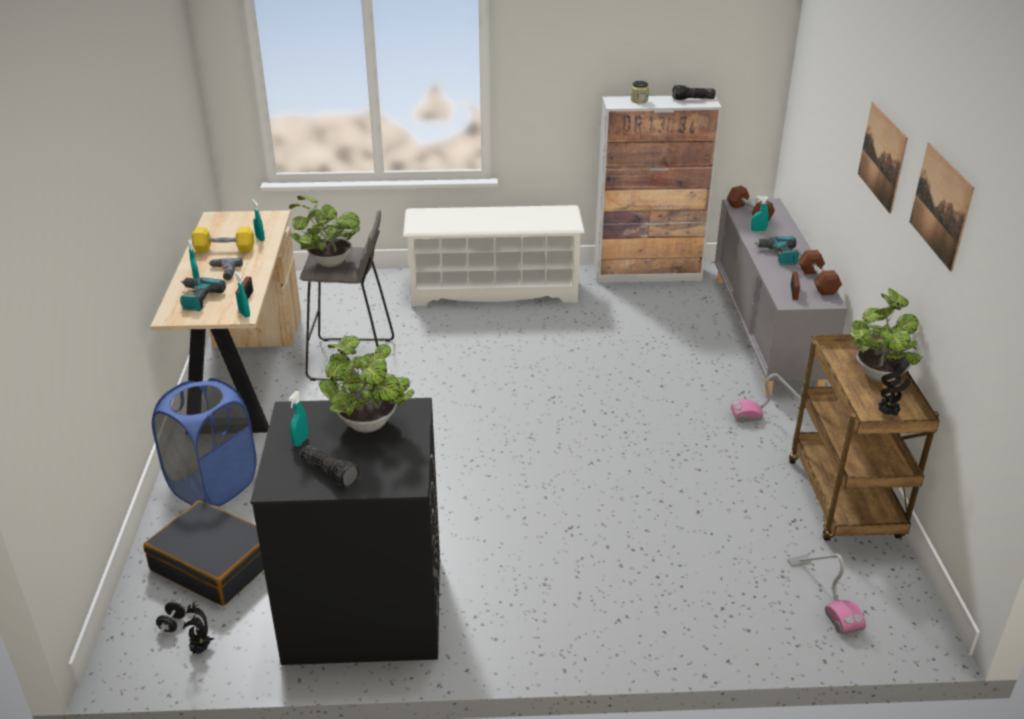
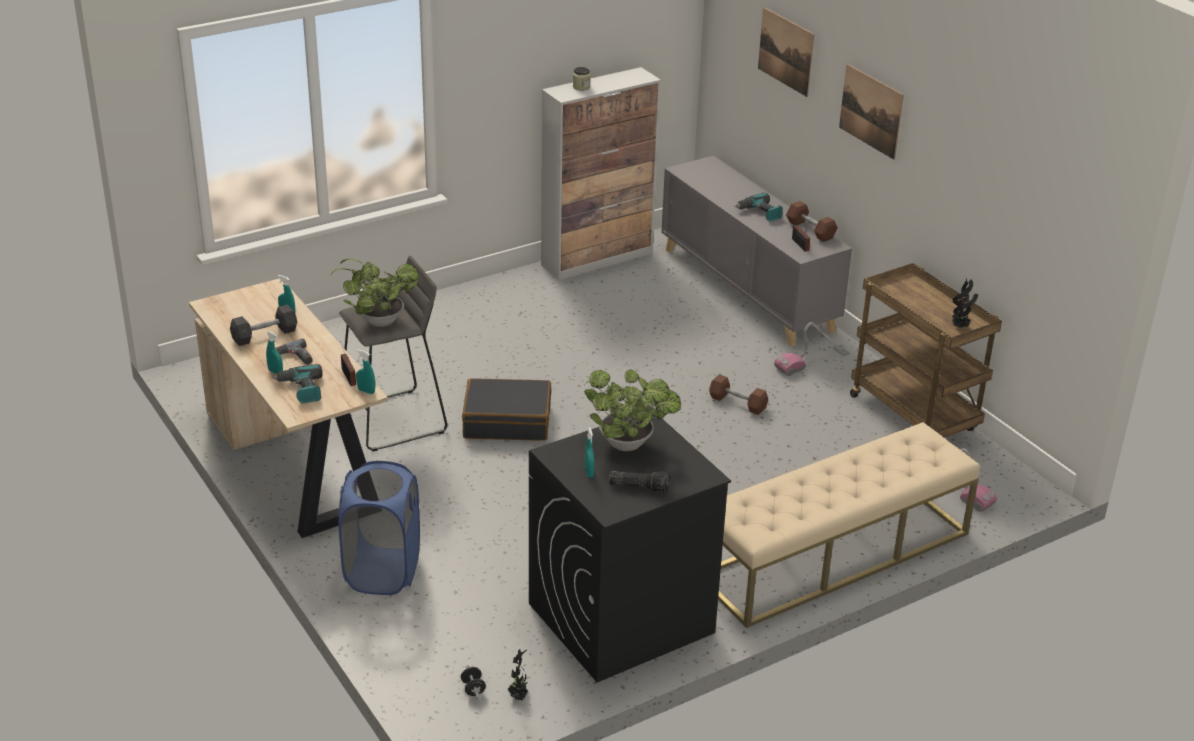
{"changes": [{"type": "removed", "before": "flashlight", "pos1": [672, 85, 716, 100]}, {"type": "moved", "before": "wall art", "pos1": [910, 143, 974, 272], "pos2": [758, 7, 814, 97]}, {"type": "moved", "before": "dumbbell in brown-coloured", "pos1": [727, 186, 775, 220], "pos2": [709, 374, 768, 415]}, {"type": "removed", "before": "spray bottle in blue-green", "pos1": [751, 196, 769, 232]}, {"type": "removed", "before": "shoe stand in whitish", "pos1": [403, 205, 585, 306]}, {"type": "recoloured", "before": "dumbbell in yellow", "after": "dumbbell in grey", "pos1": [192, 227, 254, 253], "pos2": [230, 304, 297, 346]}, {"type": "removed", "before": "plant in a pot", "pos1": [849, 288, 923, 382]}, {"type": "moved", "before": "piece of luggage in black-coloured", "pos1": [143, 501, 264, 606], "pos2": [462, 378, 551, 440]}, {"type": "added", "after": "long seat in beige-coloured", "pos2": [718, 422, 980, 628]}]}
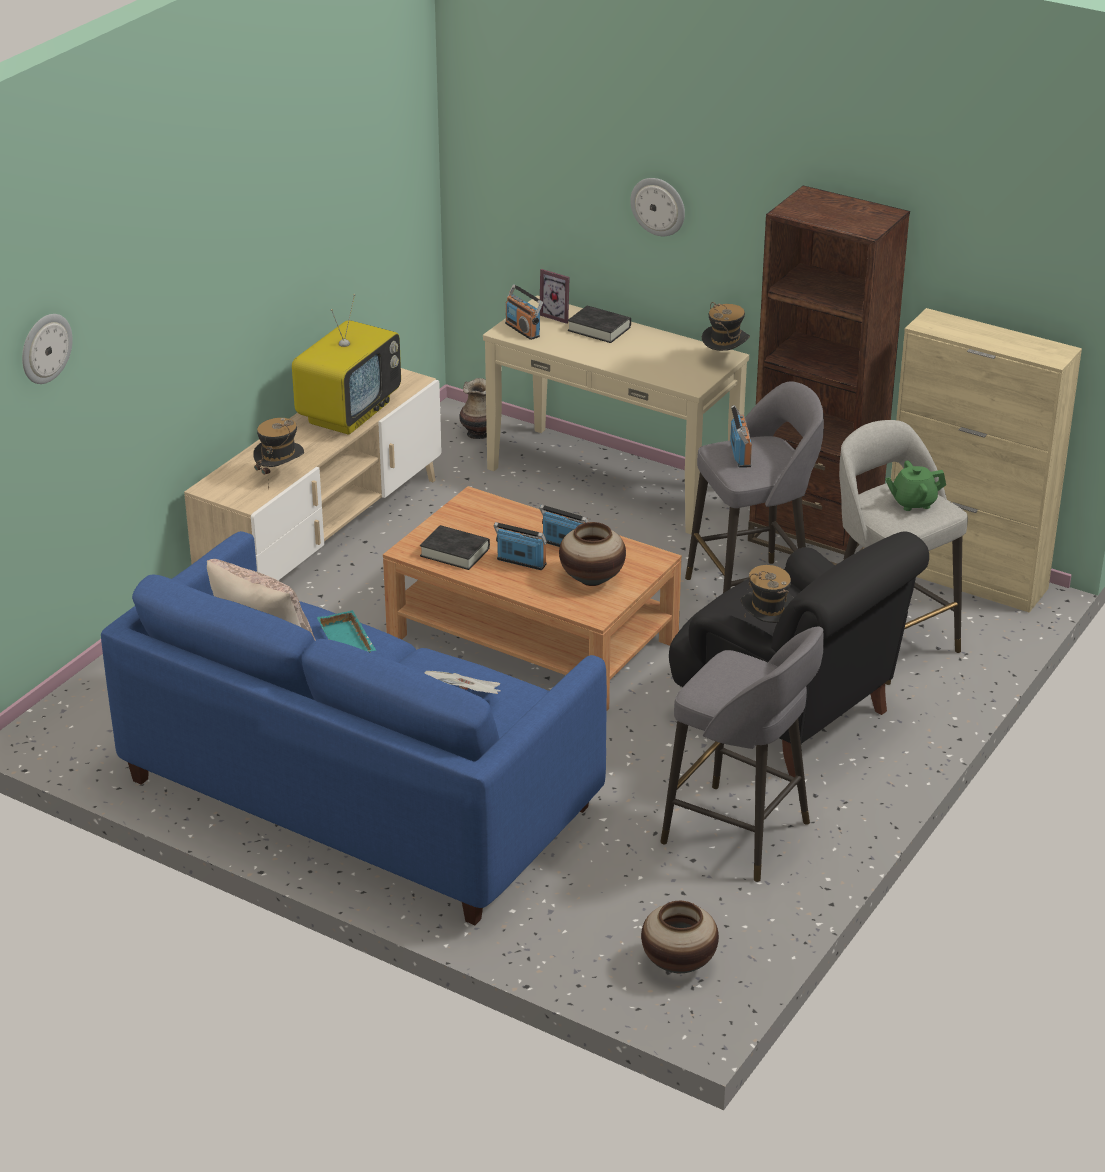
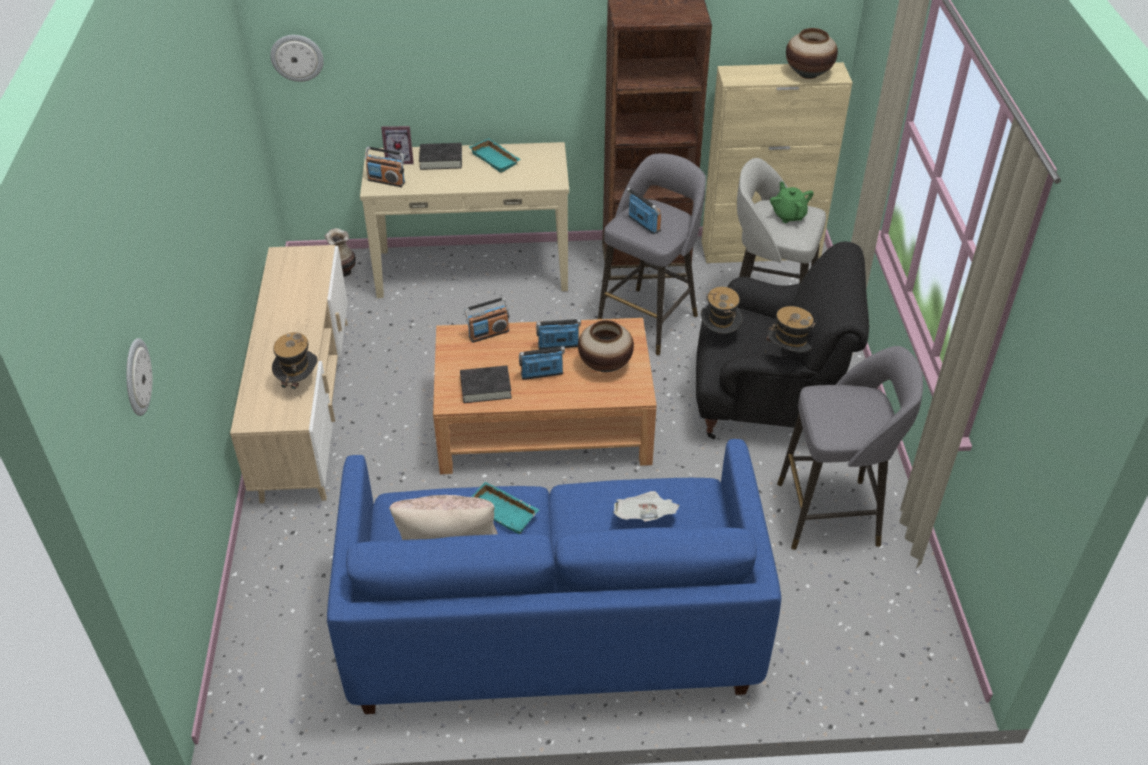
{"changes": [{"type": "moved", "before": "hanging clock", "pos1": [630, 178, 685, 236], "pos2": [270, 35, 324, 82]}, {"type": "removed", "before": "TV set", "pos1": [292, 294, 401, 434]}, {"type": "moved", "before": "hat", "pos1": [702, 302, 750, 351], "pos2": [701, 287, 743, 334]}, {"type": "turned", "before": "pot for tea in green", "pos1": [885, 460, 946, 511], "pos2": [770, 181, 814, 223], "turn": 120}, {"type": "moved", "before": "decorative vase", "pos1": [641, 901, 719, 973], "pos2": [786, 28, 838, 79]}, {"type": "added", "after": "serving tray in blue-green", "pos2": [469, 138, 521, 173]}, {"type": "added", "after": "radio", "pos2": [464, 297, 509, 343]}]}
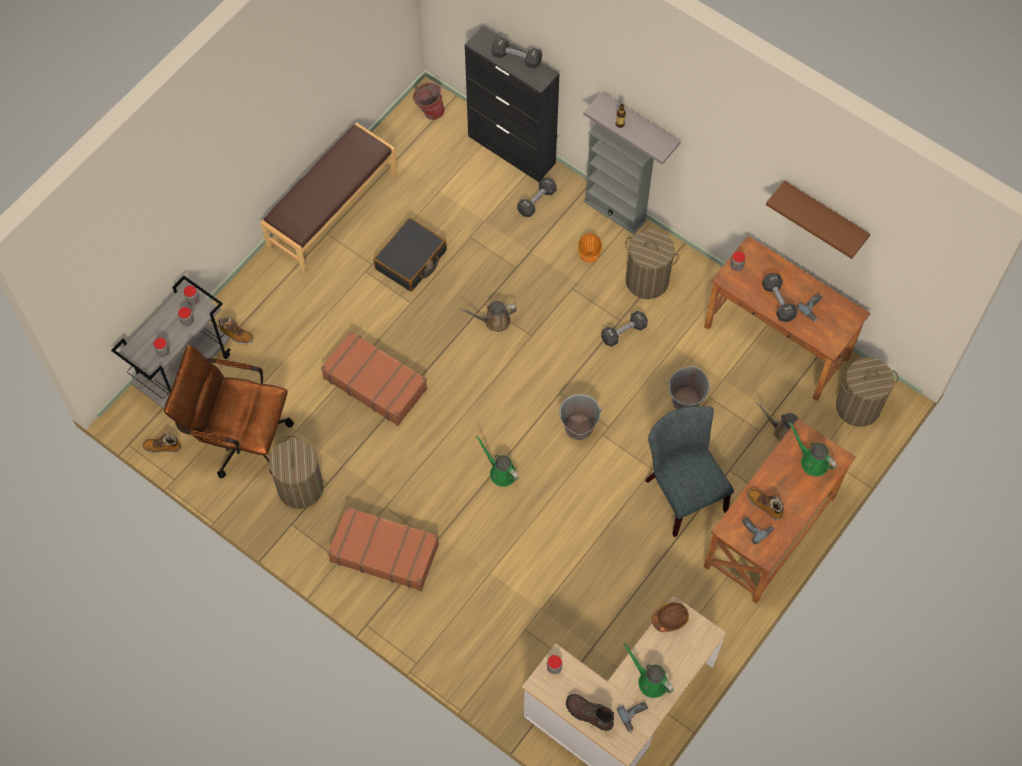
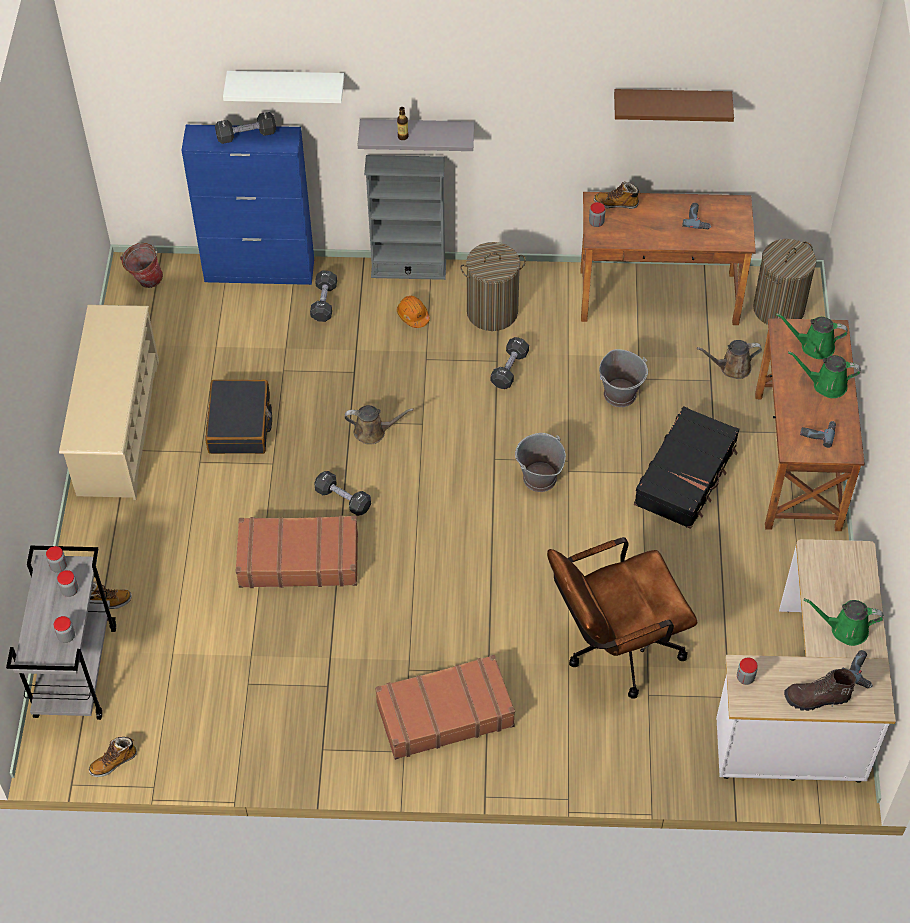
{"changes": [{"type": "recoloured", "before": "storage cabinet in black-coloured", "after": "storage cabinet in blue-coloured", "pos1": [465, 25, 560, 182], "pos2": [181, 125, 314, 285]}, {"type": "replaced", "before": "long seat in brown-coloured", "after": "shoe stand in beige-coloured", "pos1": [260, 123, 398, 276], "pos2": [59, 305, 159, 500]}, {"type": "moved", "before": "dumbbell in black-coloured", "pos1": [762, 273, 798, 322], "pos2": [314, 471, 371, 516]}, {"type": "turned", "before": "watering pot in brown-coloured", "pos1": [460, 301, 517, 332], "pos2": [344, 405, 413, 445], "turn": -135}, {"type": "moved", "before": "desk chair in brown-coloured", "pos1": [164, 345, 294, 478], "pos2": [547, 537, 697, 699]}, {"type": "replaced", "before": "chair in grey", "after": "piece of luggage in black-coloured", "pos1": [645, 406, 734, 537], "pos2": [634, 406, 739, 529]}, {"type": "removed", "before": "washing basket", "pos1": [269, 435, 324, 509]}, {"type": "moved", "before": "watering pot in green", "pos1": [476, 436, 519, 487], "pos2": [788, 351, 861, 398]}, {"type": "moved", "before": "boot", "pos1": [747, 489, 784, 520], "pos2": [594, 182, 640, 209]}, {"type": "removed", "before": "work helmet in brown-coloured", "pos1": [652, 602, 689, 632]}, {"type": "added", "after": "wall shelf in whitish", "pos2": [223, 71, 344, 103]}]}
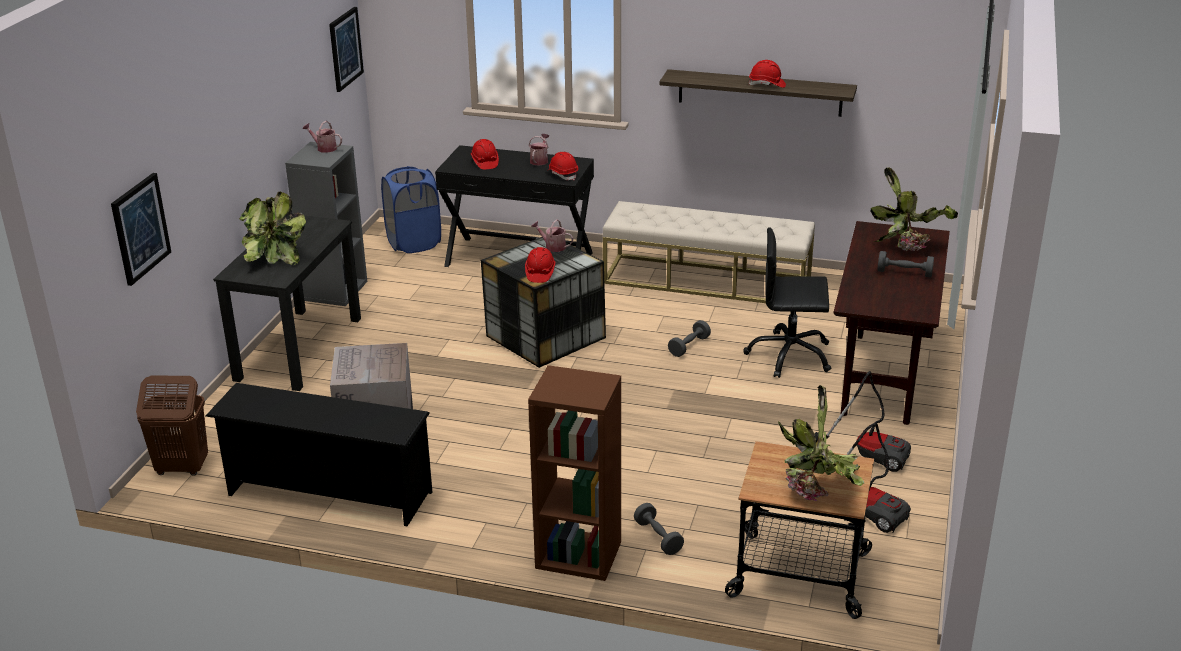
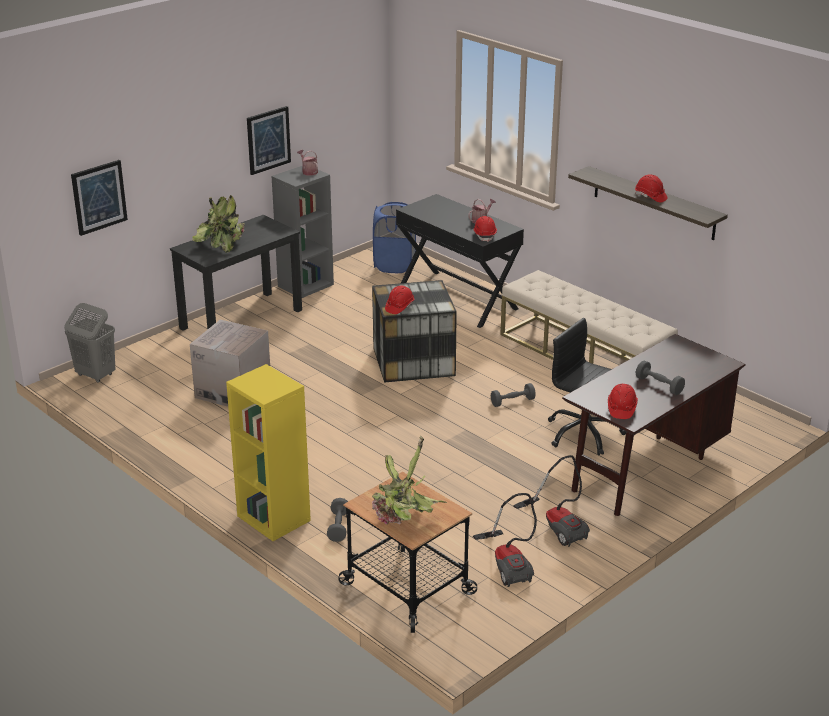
{"changes": [{"type": "moved", "before": "wall art", "pos1": [329, 7, 364, 92], "pos2": [247, 106, 291, 175]}, {"type": "moved", "before": "work helmet in red-coloured", "pos1": [471, 139, 499, 170], "pos2": [608, 384, 638, 419]}, {"type": "removed", "before": "plant in a pot", "pos1": [871, 168, 958, 251]}, {"type": "removed", "before": "watering pot", "pos1": [531, 219, 573, 252]}, {"type": "recoloured", "before": "shelving unit in brown-coloured", "after": "shelving unit in yellow", "pos1": [528, 365, 621, 581], "pos2": [226, 364, 311, 541]}, {"type": "recoloured", "before": "washing basket in brown-coloured", "after": "washing basket in grey", "pos1": [136, 376, 208, 476], "pos2": [64, 303, 115, 383]}, {"type": "removed", "before": "shoe stand in black-coloured", "pos1": [206, 383, 432, 526]}]}
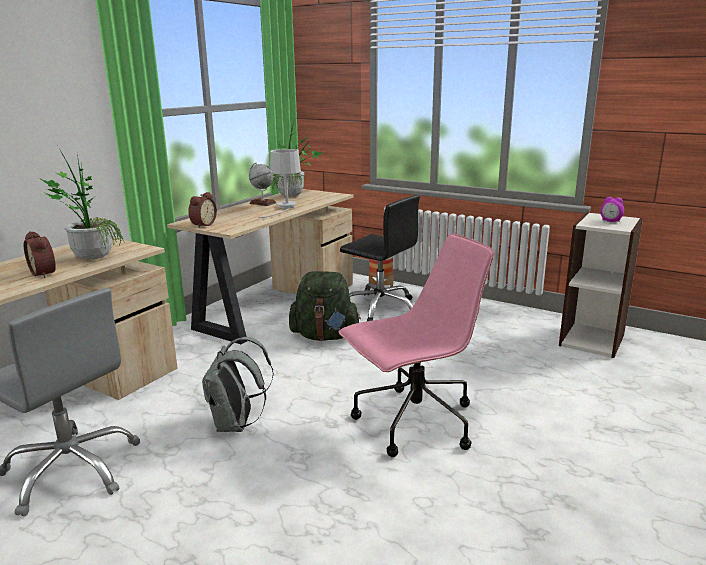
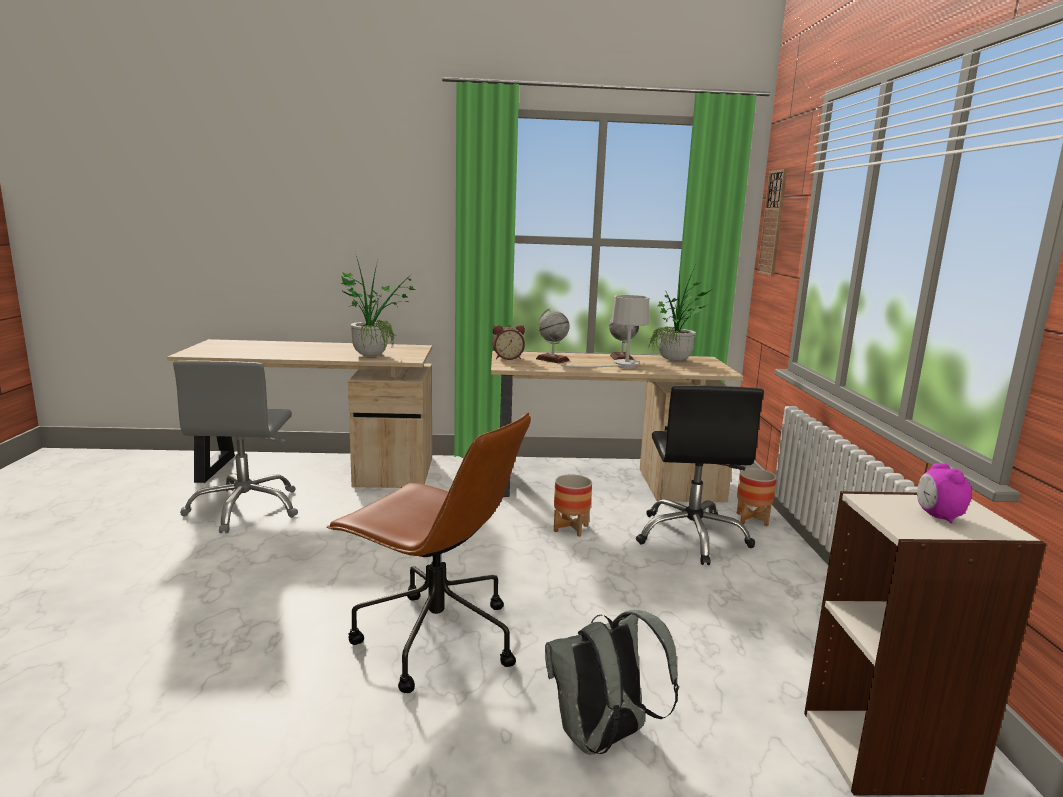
{"changes": [{"type": "removed", "before": "table clock", "pos1": [24, 231, 56, 278]}, {"type": "recoloured", "before": "desk chair in pinkish", "after": "desk chair in brown-coloured", "pos1": [339, 234, 494, 457], "pos2": [327, 412, 531, 693]}, {"type": "replaced", "before": "knapsack in green", "after": "planter", "pos1": [289, 271, 361, 341], "pos2": [554, 475, 592, 537]}, {"type": "moved", "before": "knapsack in grey", "pos1": [202, 337, 274, 432], "pos2": [545, 610, 679, 755]}, {"type": "added", "after": "hanging clock", "pos2": [757, 169, 787, 276]}, {"type": "added", "after": "desk globe", "pos2": [536, 309, 570, 363]}]}
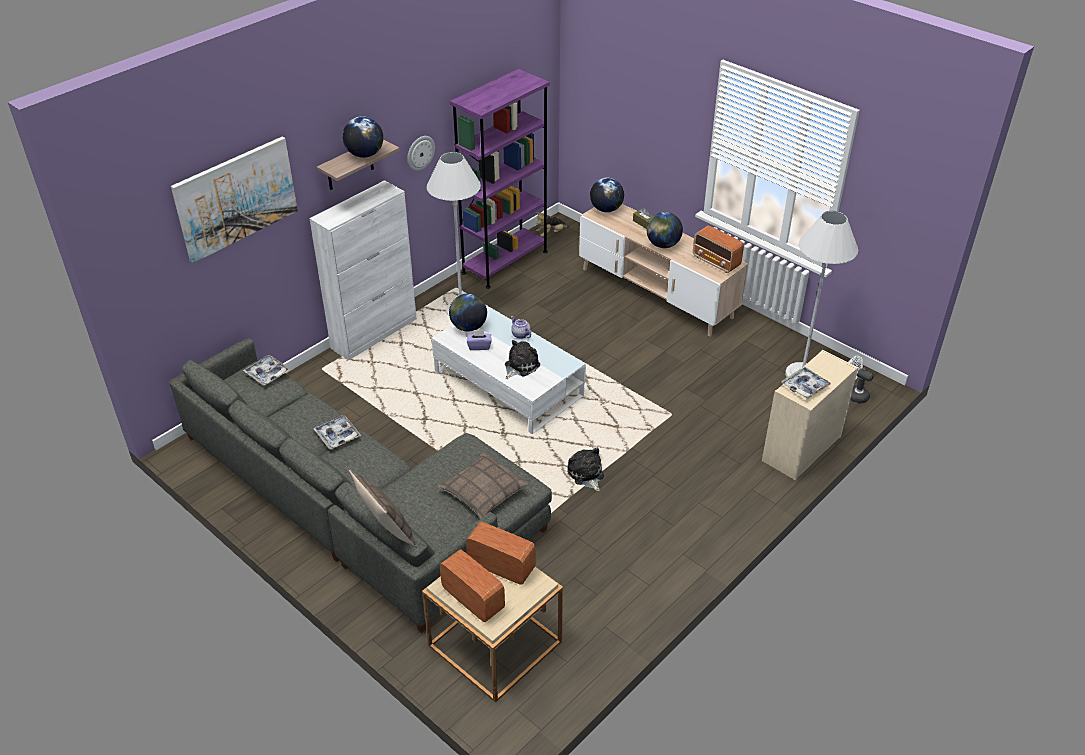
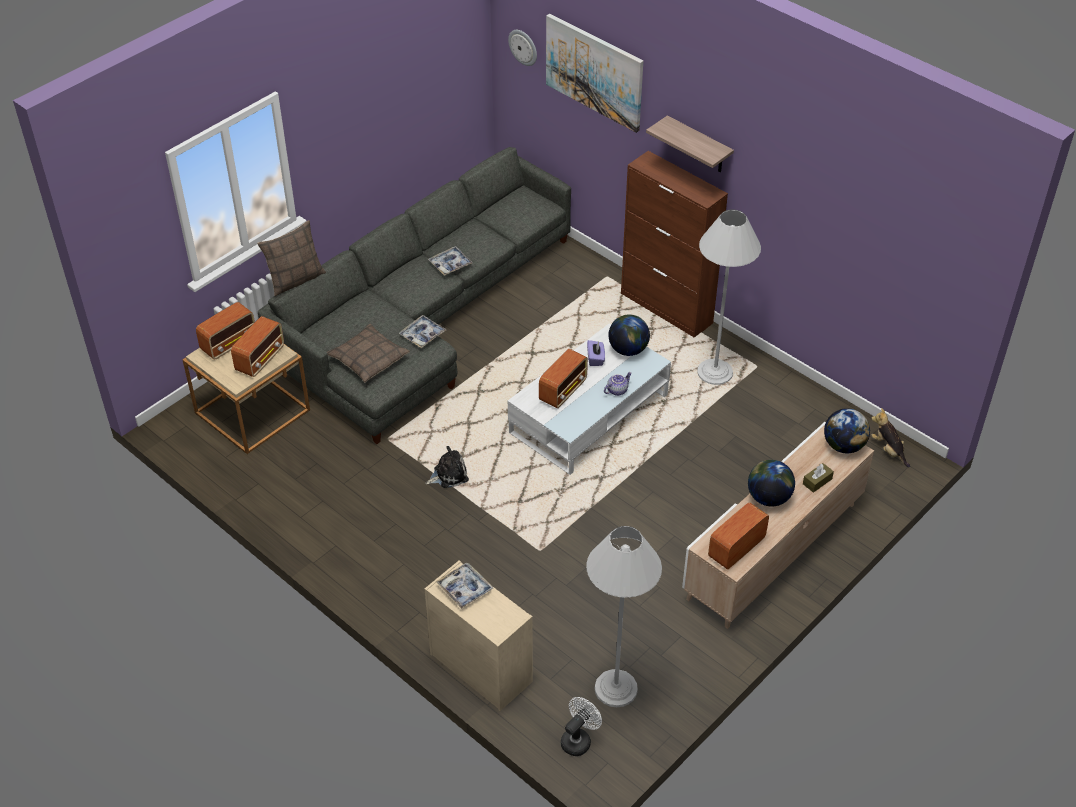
{"changes": [{"type": "removed", "before": "shelving unit in purple", "pos1": [450, 69, 550, 289]}, {"type": "removed", "before": "desk globe", "pos1": [343, 116, 383, 158]}, {"type": "moved", "before": "hanging clock", "pos1": [407, 136, 435, 171], "pos2": [508, 30, 537, 66]}, {"type": "recoloured", "before": "storage cabinet in whitish", "after": "storage cabinet in brown-coloured", "pos1": [309, 180, 417, 360], "pos2": [621, 151, 728, 338]}, {"type": "replaced", "before": "plush toy", "after": "radio", "pos1": [505, 340, 540, 379], "pos2": [539, 349, 588, 408]}, {"type": "moved", "before": "serving tray", "pos1": [243, 355, 291, 385], "pos2": [399, 315, 446, 348]}]}
